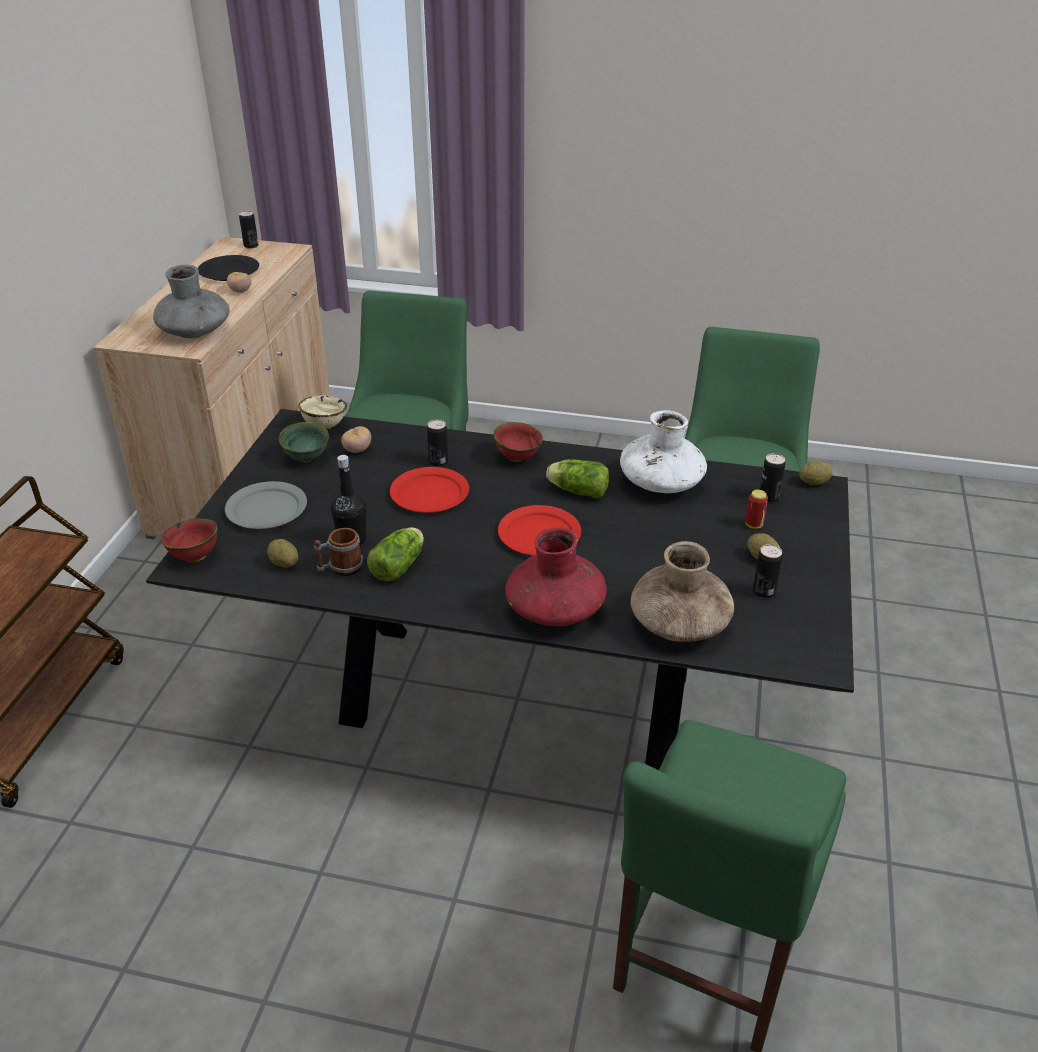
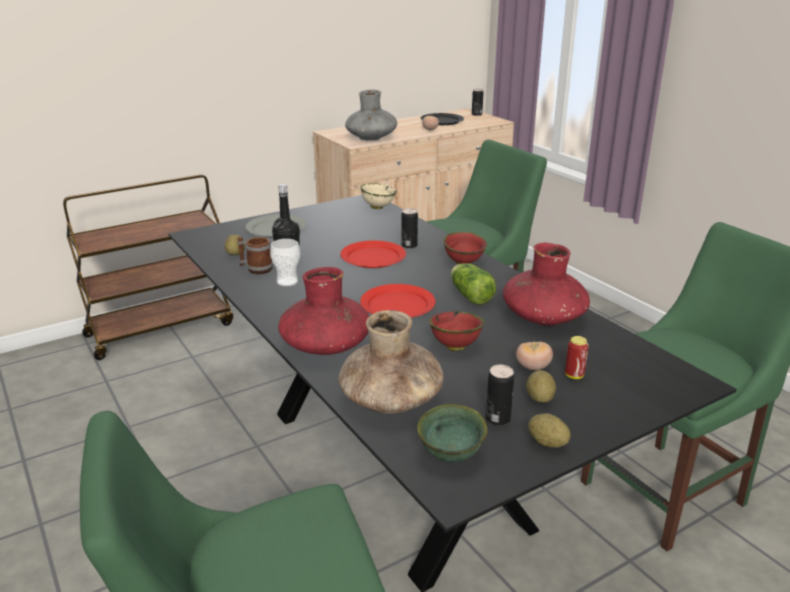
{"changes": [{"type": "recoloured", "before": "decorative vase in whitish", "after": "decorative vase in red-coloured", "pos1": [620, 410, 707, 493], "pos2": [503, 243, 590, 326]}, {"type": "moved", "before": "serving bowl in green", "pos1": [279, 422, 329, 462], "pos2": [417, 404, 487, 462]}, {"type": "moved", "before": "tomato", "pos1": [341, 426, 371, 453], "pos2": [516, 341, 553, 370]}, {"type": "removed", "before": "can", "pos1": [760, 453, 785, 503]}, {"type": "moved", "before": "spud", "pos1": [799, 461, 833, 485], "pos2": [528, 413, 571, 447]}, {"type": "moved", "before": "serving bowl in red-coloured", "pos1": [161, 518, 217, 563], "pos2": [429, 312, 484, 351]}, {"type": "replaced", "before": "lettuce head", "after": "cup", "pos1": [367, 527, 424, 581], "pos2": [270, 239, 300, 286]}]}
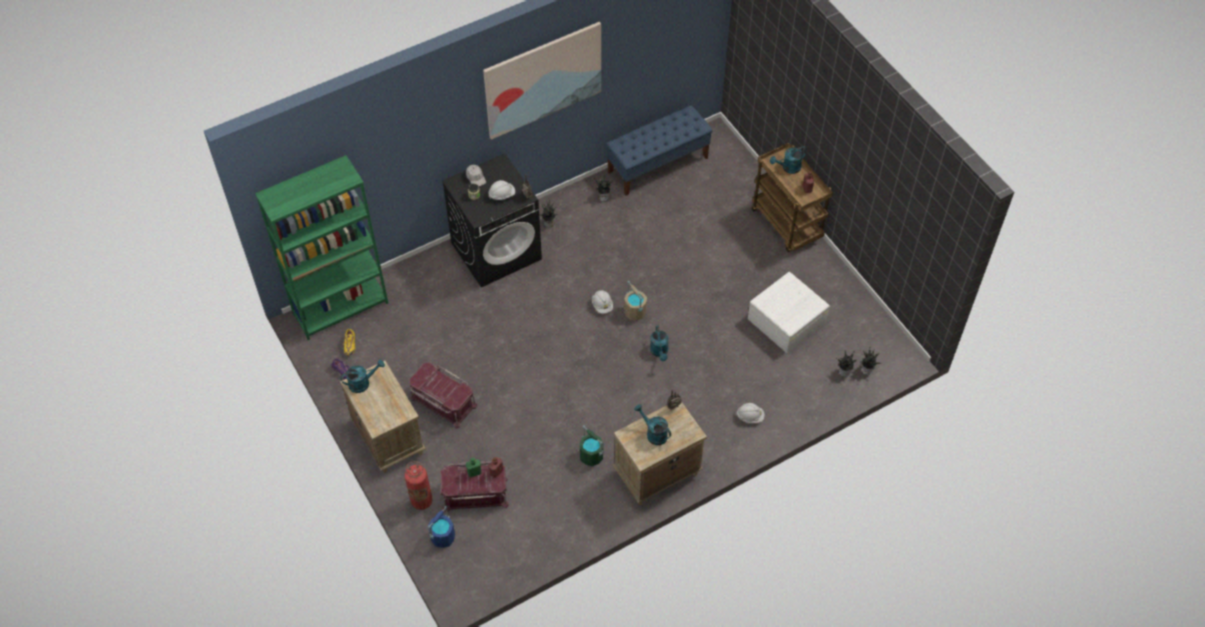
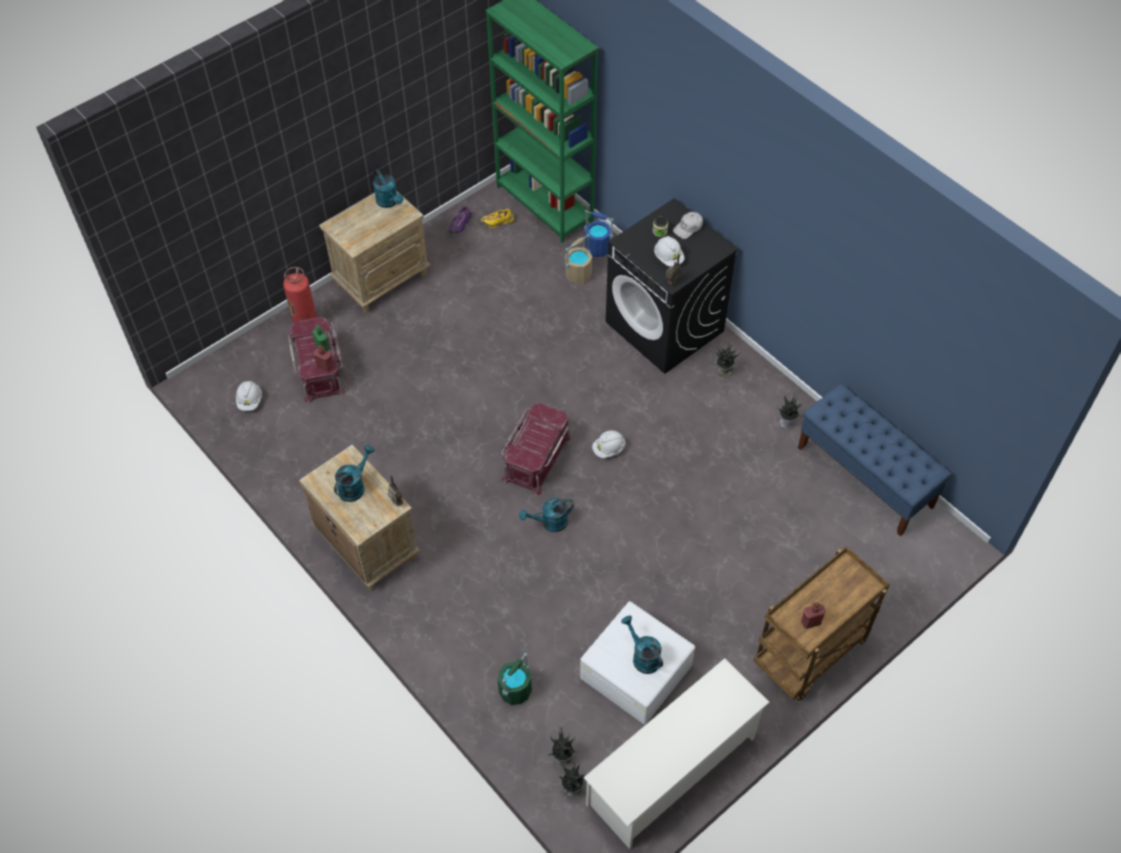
{"changes": [{"type": "removed", "before": "wall art", "pos1": [483, 22, 601, 140]}, {"type": "moved", "before": "watering pot in blue-green", "pos1": [770, 146, 807, 174], "pos2": [621, 616, 663, 674]}, {"type": "moved", "before": "water bucket in beige-coloured", "pos1": [624, 281, 647, 321], "pos2": [565, 234, 592, 284]}, {"type": "moved", "before": "storage bin in red-coloured", "pos1": [409, 362, 477, 429], "pos2": [501, 403, 571, 495]}, {"type": "moved", "before": "work helmet in whitish", "pos1": [736, 403, 764, 423], "pos2": [236, 381, 262, 411]}, {"type": "moved", "before": "water bucket in green", "pos1": [580, 425, 603, 466], "pos2": [498, 653, 532, 705]}, {"type": "moved", "before": "water bucket in blue-coloured", "pos1": [428, 506, 455, 548], "pos2": [584, 210, 614, 257]}, {"type": "added", "after": "shoe stand in whitish", "pos2": [583, 658, 770, 849]}]}
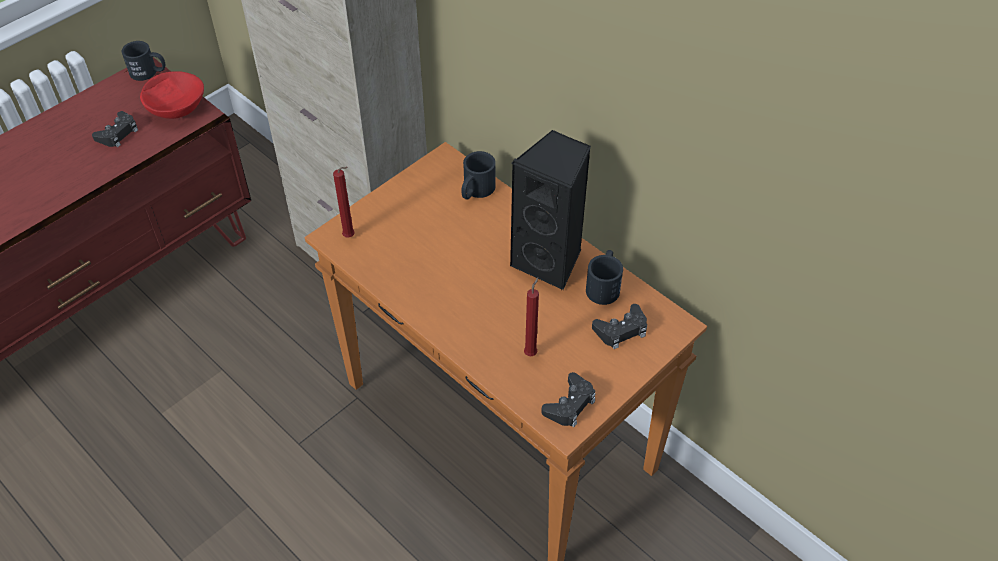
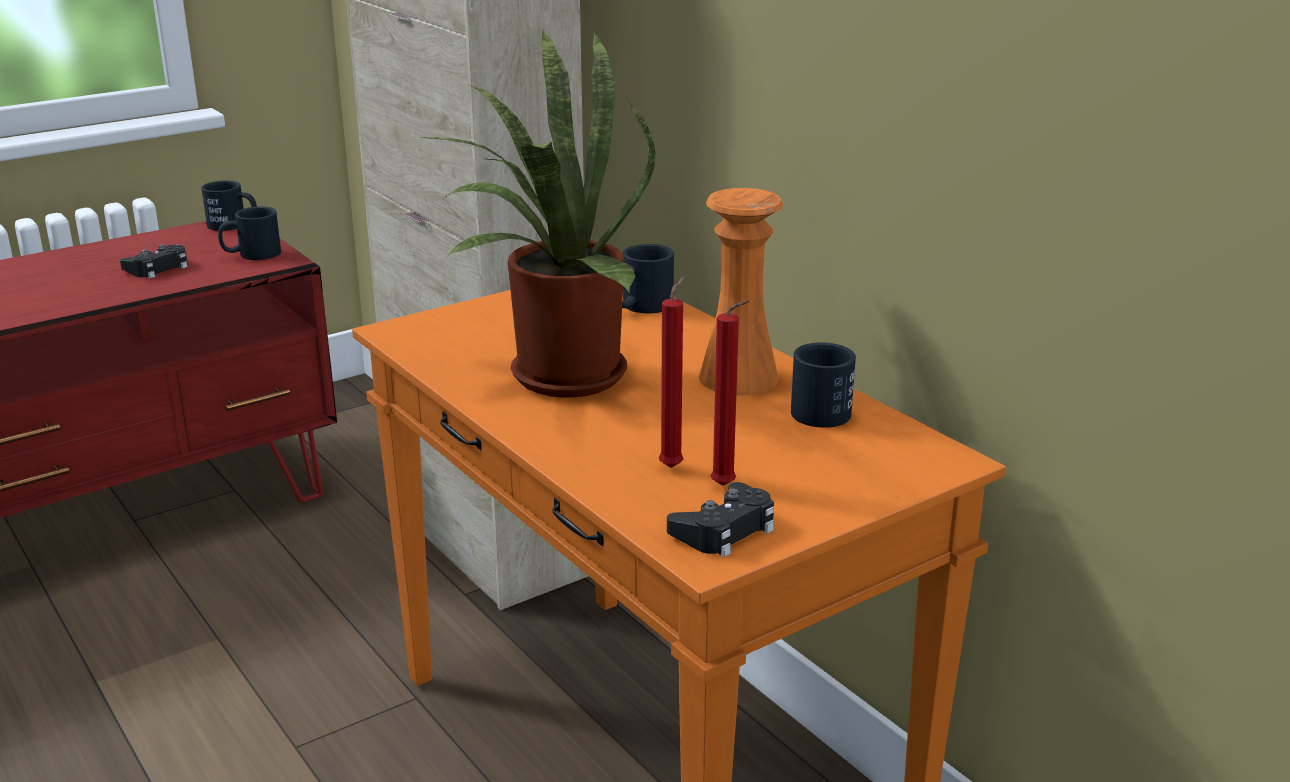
{"changes": [{"type": "replaced", "before": "serving bowl in red-coloured", "after": "tea mug in black-coloured", "pos1": [140, 71, 204, 119], "pos2": [218, 206, 281, 260]}, {"type": "replaced", "before": "speaker in black-coloured", "after": "decorative vase in orange", "pos1": [510, 130, 591, 290], "pos2": [699, 188, 783, 395]}, {"type": "moved", "before": "wax light in red-coloured", "pos1": [333, 167, 355, 238], "pos2": [711, 300, 750, 486]}, {"type": "removed", "before": "game controller in black-coloured", "pos1": [592, 304, 647, 349]}, {"type": "added", "after": "plant in a pot", "pos2": [421, 31, 656, 398]}]}
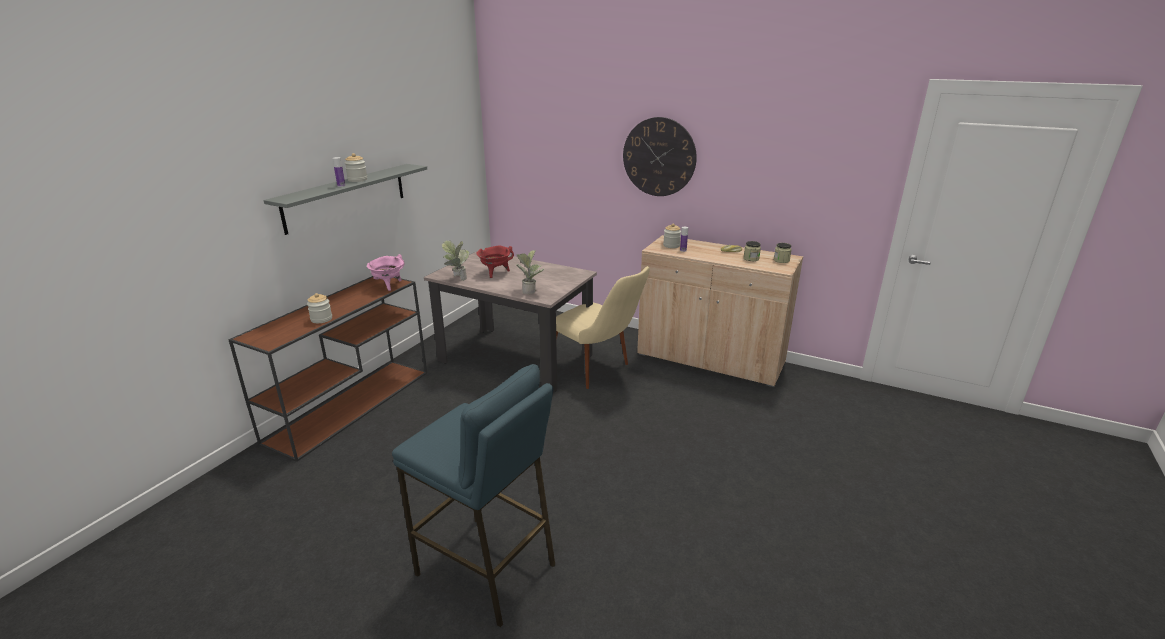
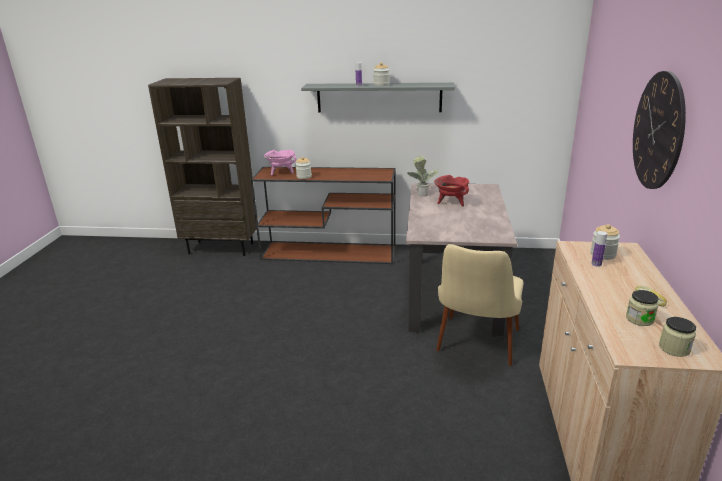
{"changes": [{"type": "removed", "before": "plant in a pot", "pos1": [515, 250, 544, 295]}, {"type": "moved", "before": "cooking pot in pinkish", "pos1": [367, 254, 404, 291], "pos2": [264, 150, 296, 176]}, {"type": "removed", "before": "stool in blue-coloured", "pos1": [392, 364, 555, 628]}, {"type": "added", "after": "shelving unit in brown-coloured", "pos2": [148, 78, 258, 256]}]}
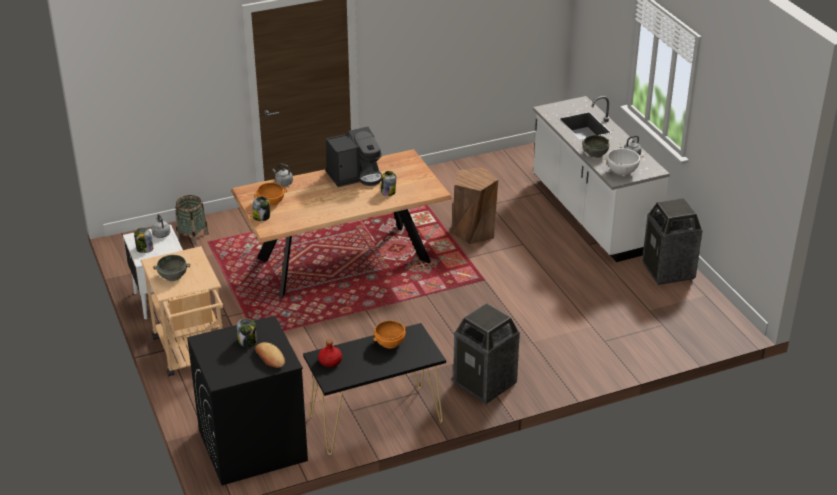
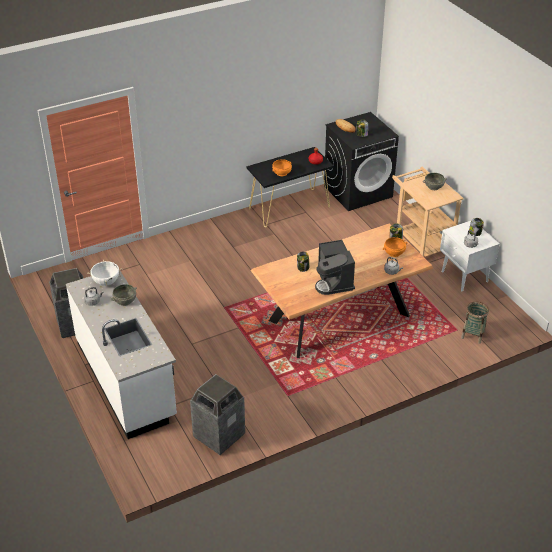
{"changes": [{"type": "turned", "before": "coffee machine", "pos1": [325, 127, 382, 187], "pos2": [315, 240, 355, 295], "turn": -75}, {"type": "removed", "before": "stool in brown-coloured", "pos1": [451, 167, 498, 244]}, {"type": "moved", "before": "trash can", "pos1": [453, 303, 520, 404], "pos2": [190, 374, 245, 455]}]}
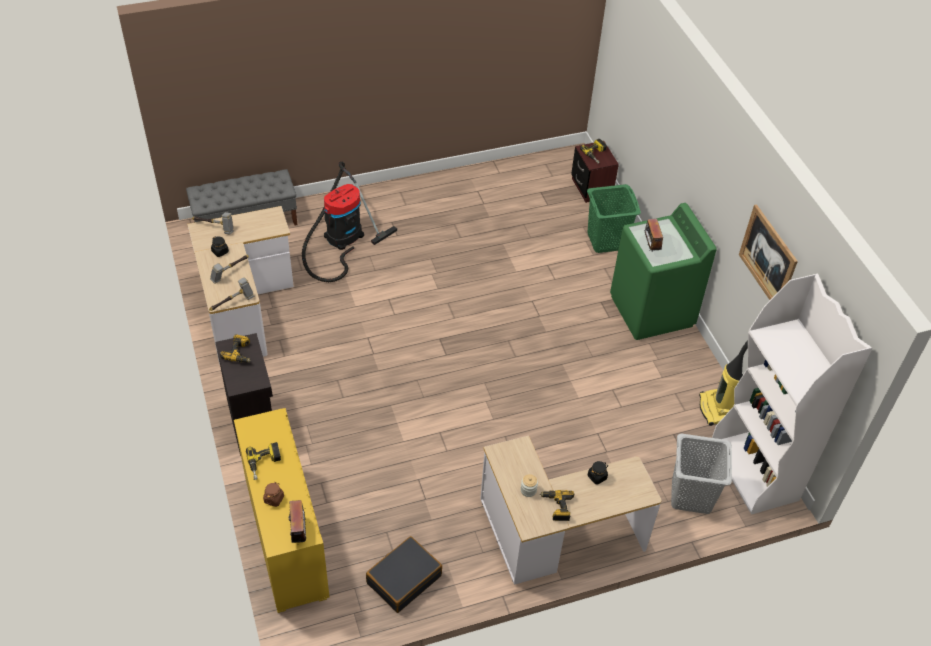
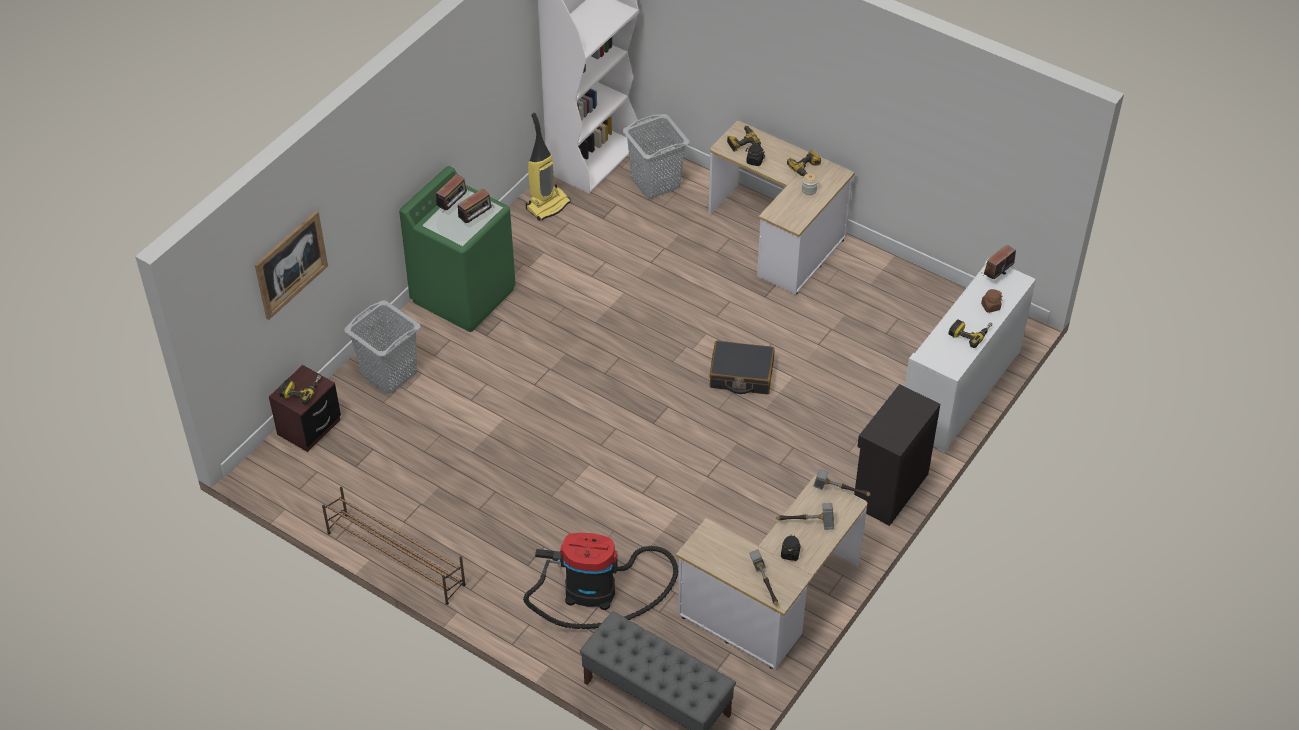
{"changes": [{"type": "recoloured", "before": "washing basket in green", "after": "washing basket in grey", "pos1": [587, 184, 641, 253], "pos2": [344, 300, 421, 394]}, {"type": "moved", "before": "wall art", "pos1": [739, 204, 798, 300], "pos2": [255, 211, 328, 320]}, {"type": "moved", "before": "drill", "pos1": [220, 334, 251, 363], "pos2": [727, 126, 761, 152]}, {"type": "recoloured", "before": "storage cabinet in yellow", "after": "storage cabinet in whitish", "pos1": [234, 408, 329, 613], "pos2": [905, 258, 1036, 453]}, {"type": "moved", "before": "piece of luggage in black-coloured", "pos1": [366, 536, 442, 613], "pos2": [710, 341, 775, 394]}, {"type": "added", "after": "radio", "pos2": [436, 174, 468, 210]}, {"type": "added", "after": "shoe stand in brown-coloured", "pos2": [322, 487, 466, 605]}]}
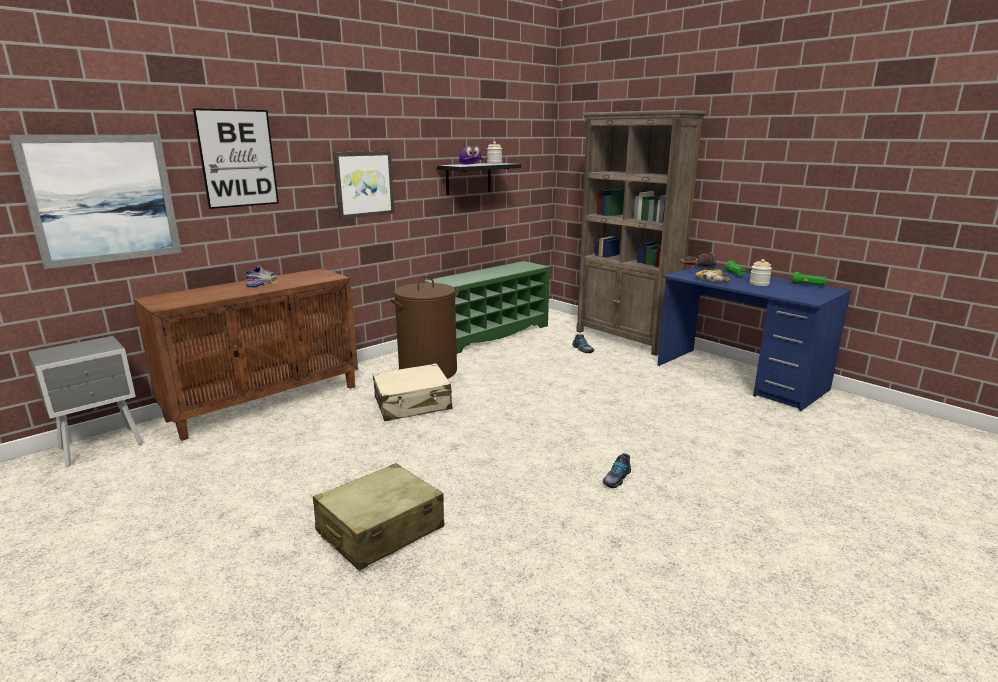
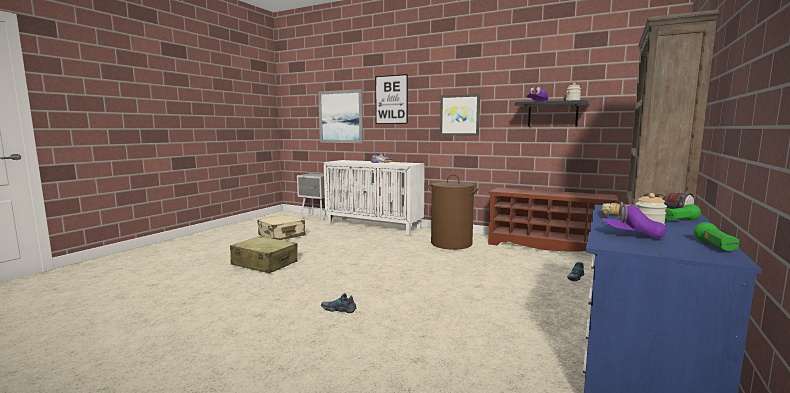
{"changes": [{"type": "recoloured", "before": "shoe stand in green", "after": "shoe stand in brown-coloured", "pos1": [423, 261, 552, 354], "pos2": [488, 187, 618, 254]}, {"type": "recoloured", "before": "storage cabinet in brown-coloured", "after": "storage cabinet in whitish", "pos1": [133, 268, 358, 441], "pos2": [324, 160, 425, 235]}, {"type": "moved", "before": "piece of luggage in beige-coloured", "pos1": [373, 363, 452, 421], "pos2": [257, 215, 306, 240]}, {"type": "added", "after": "peaked cap in purple", "pos2": [602, 202, 666, 239]}]}
